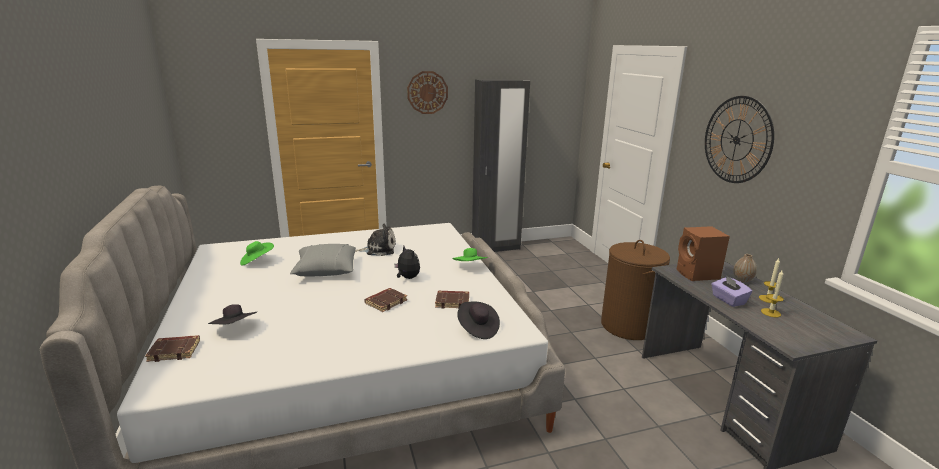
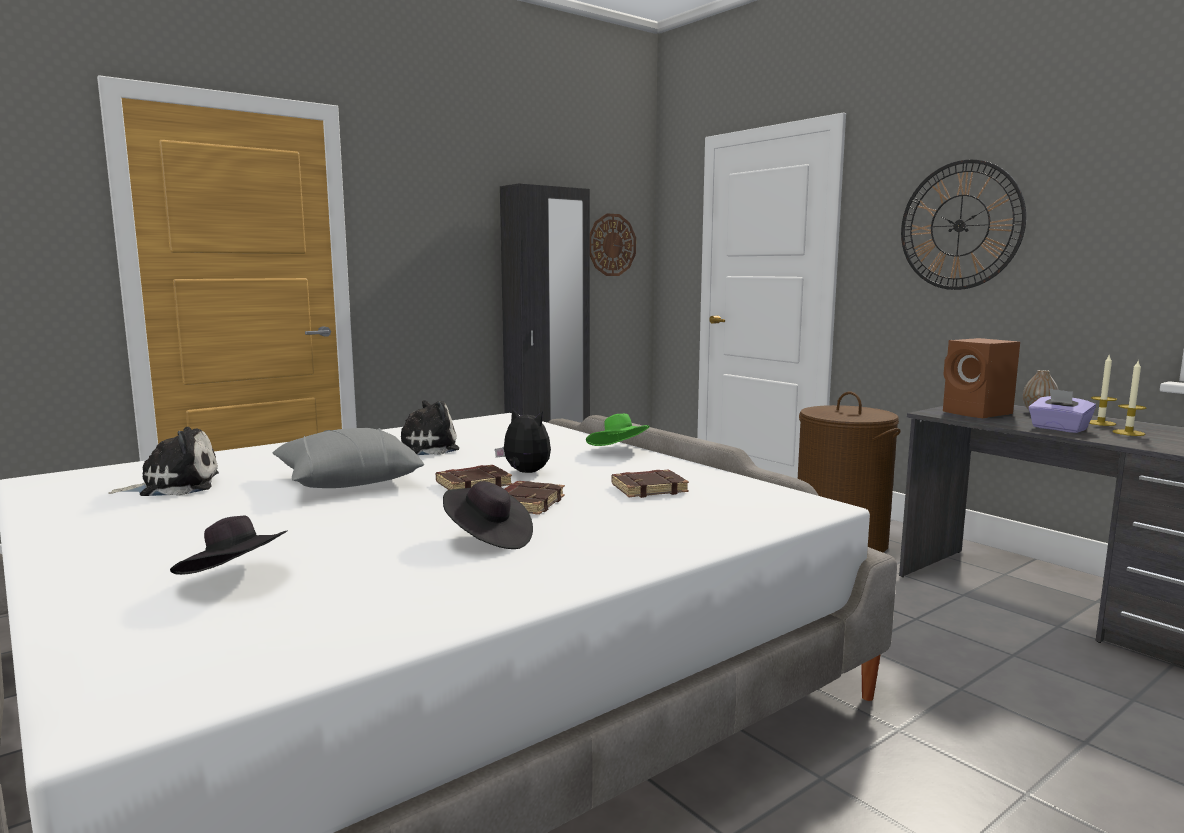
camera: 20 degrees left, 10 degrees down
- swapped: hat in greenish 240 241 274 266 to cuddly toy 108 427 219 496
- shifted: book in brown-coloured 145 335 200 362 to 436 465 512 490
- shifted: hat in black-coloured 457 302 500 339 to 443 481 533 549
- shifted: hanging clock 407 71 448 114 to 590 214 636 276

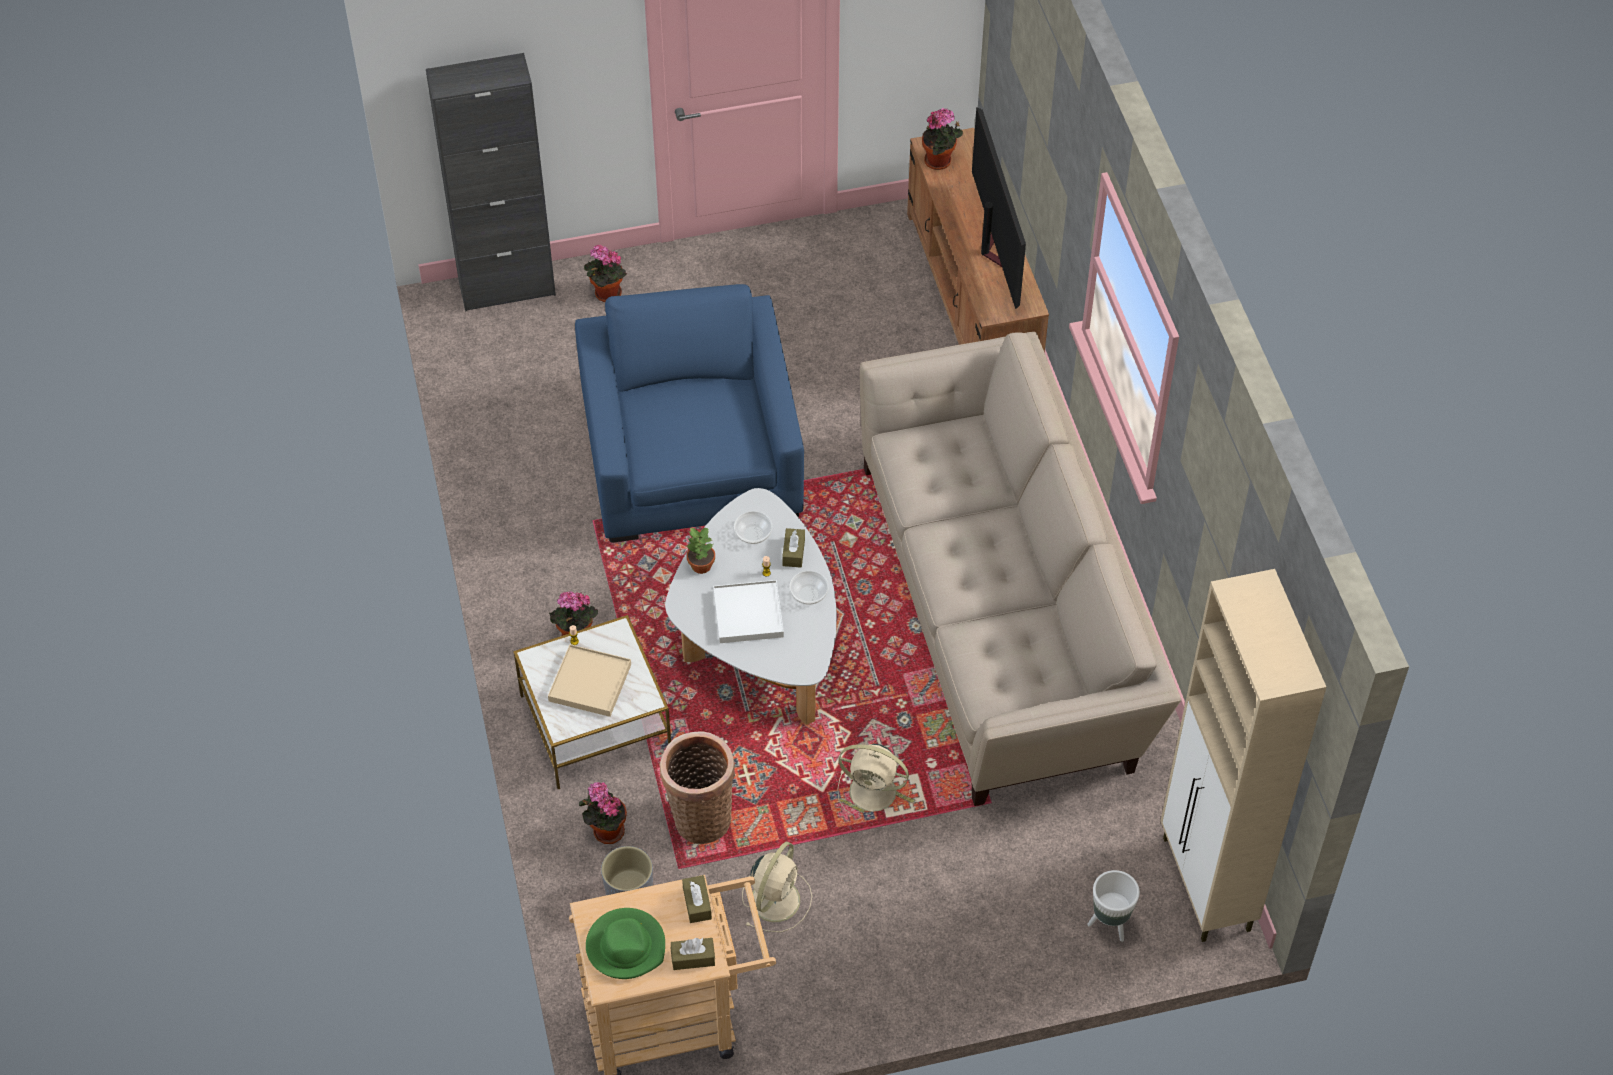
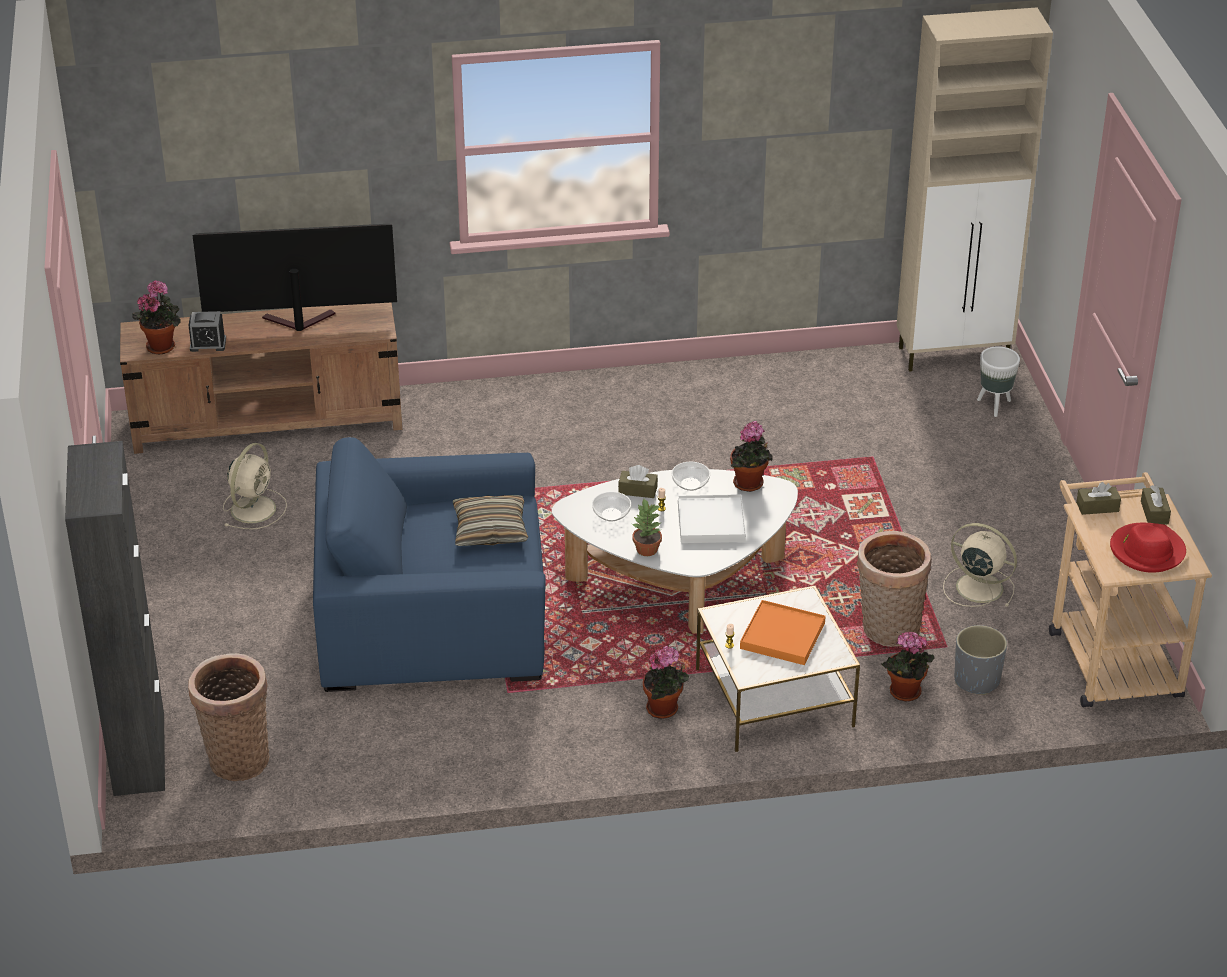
camera: 85 degrees left, 15 degrees down
- new: alarm clock 188 311 226 352
- new: household basket 188 653 270 781
- shifted: electric fan in beige-coloured 837 744 910 814 to 223 443 287 529
- new: cushion 453 495 528 546
- shifted: houseplant 584 244 627 302 to 730 421 773 492
- repainted: carrying tray in beige-coloured 548 644 631 717 to carrying tray in orange-coloured 740 600 826 665
- repainted: hat in greenish 586 908 665 979 to hat in reddish 1110 523 1186 573
- gone: settee in beige-coloured 860 332 1181 806

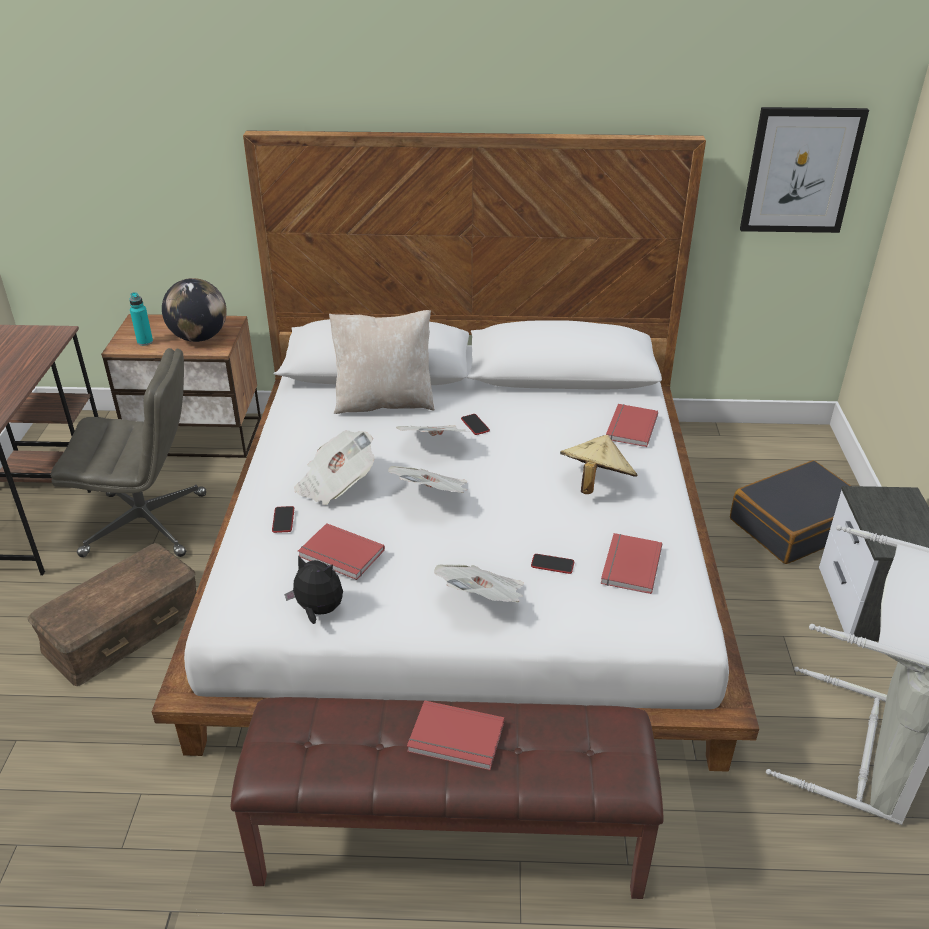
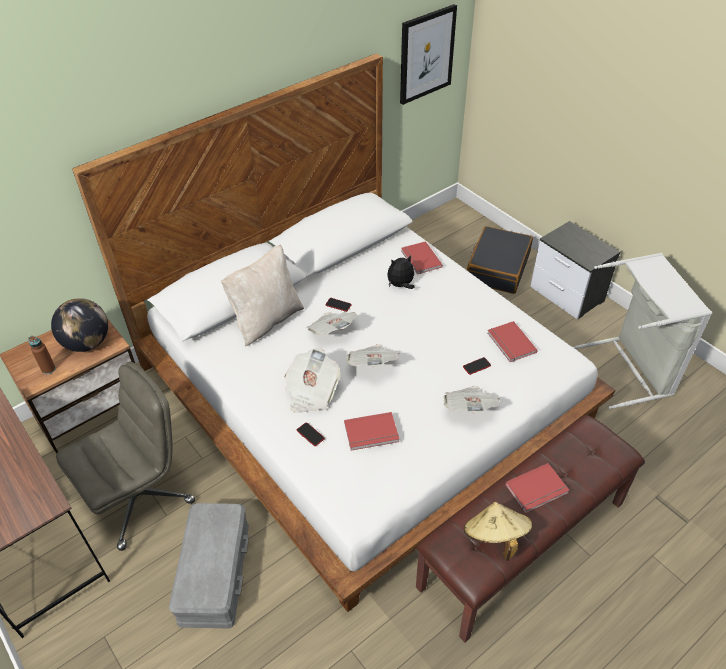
camera: 40 degrees left, 10 degrees up
- repainted: beverage bottle in turquoise-coloured 129 292 153 346 to beverage bottle in brown-coloured 28 336 56 374
- repainted: storage box in brown-coloured 28 543 196 686 to storage box in grey 169 503 249 628
- shifted: cuddly toy 284 555 343 624 to 387 255 415 289
- shifted: hat in beige-coloured 560 435 637 494 to 464 502 532 561

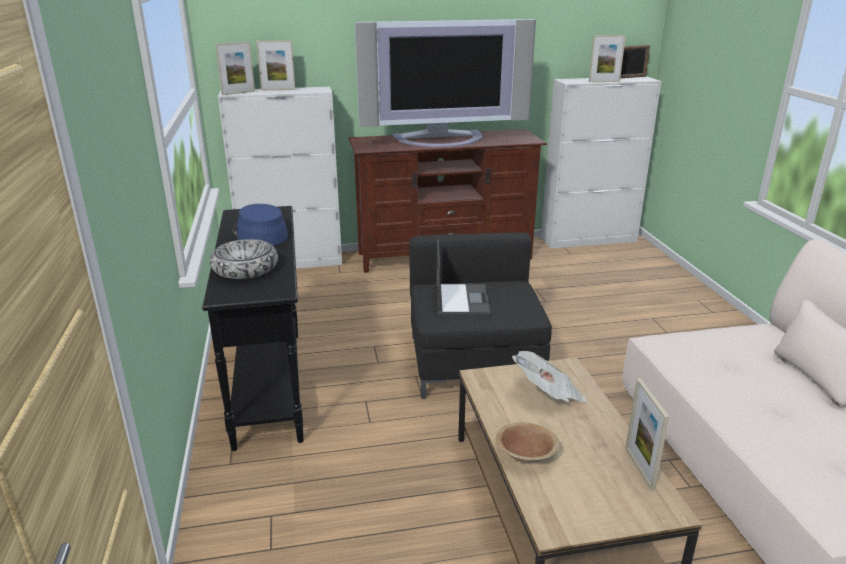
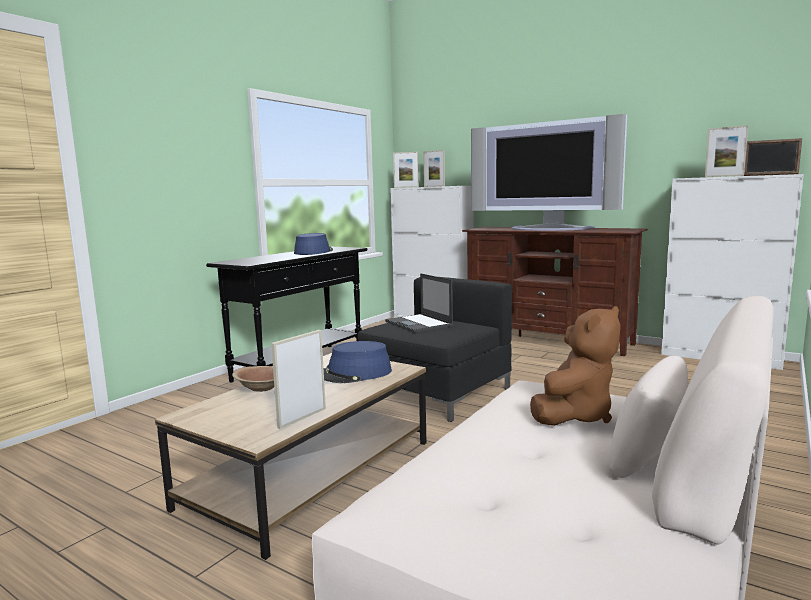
camera: 45 degrees right, 15 degrees down
- swapped: newspaper 512 351 587 402 to hat in bluish 324 341 392 383
- rotated: notebook computer 436 240 491 316 = 385 273 453 333 105 degrees clockwise
- new: cuddly toy in brown-coloured 530 306 621 426
- gone: deep dish 210 239 278 279

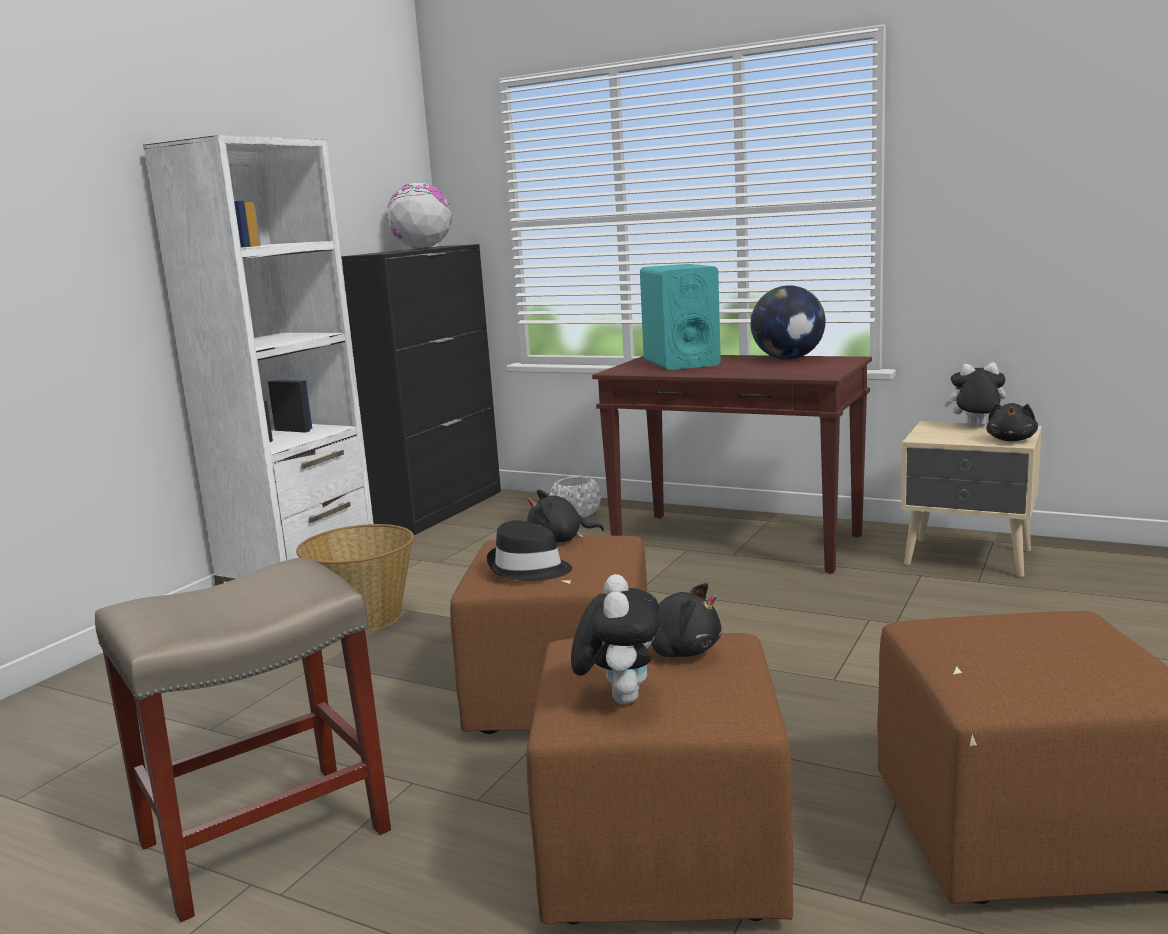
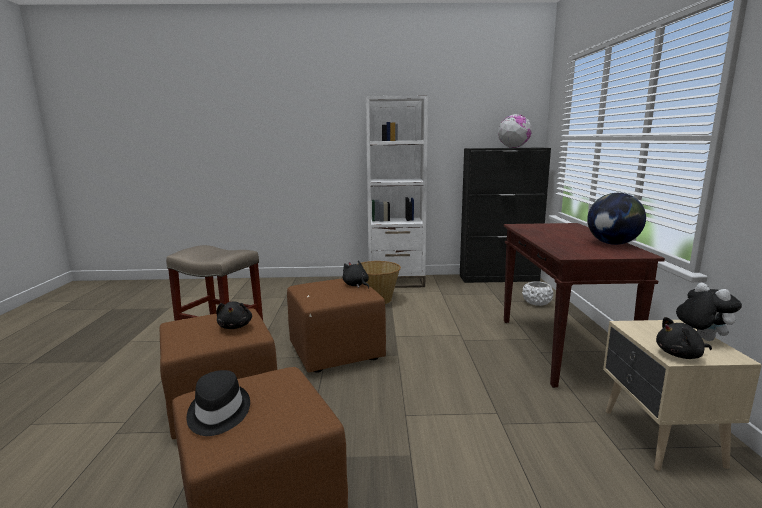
camera: 60 degrees right, 0 degrees up
- shifted: hat in black-coloured 487 520 572 581 to 187 370 250 436
- gone: cuddly toy 571 574 660 704
- gone: loudspeaker in turquoise-coloured 640 264 721 370

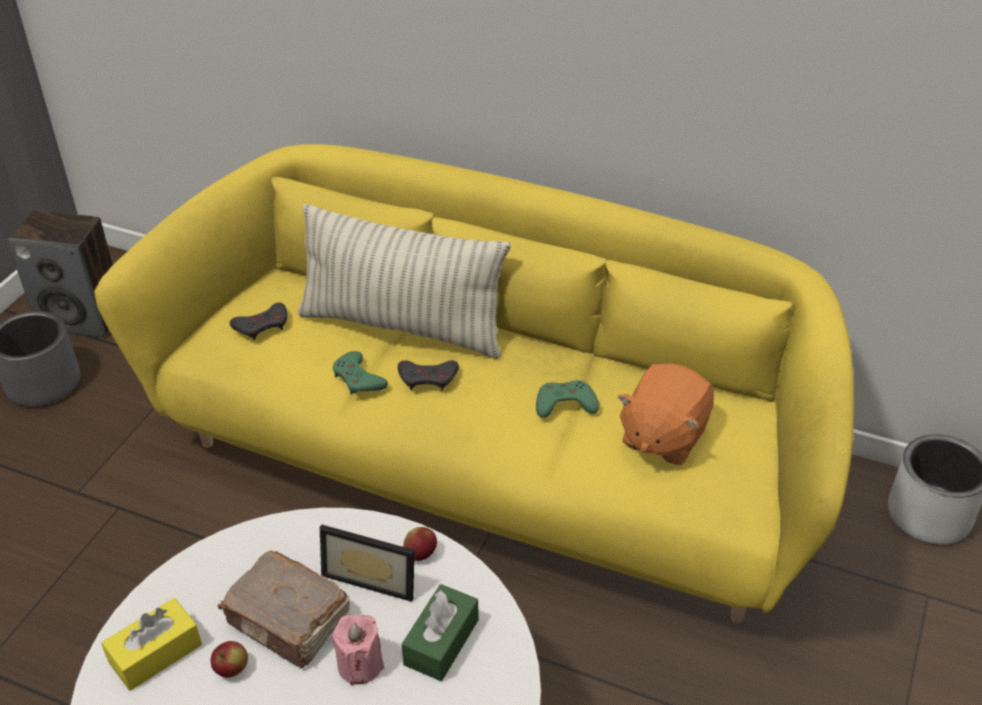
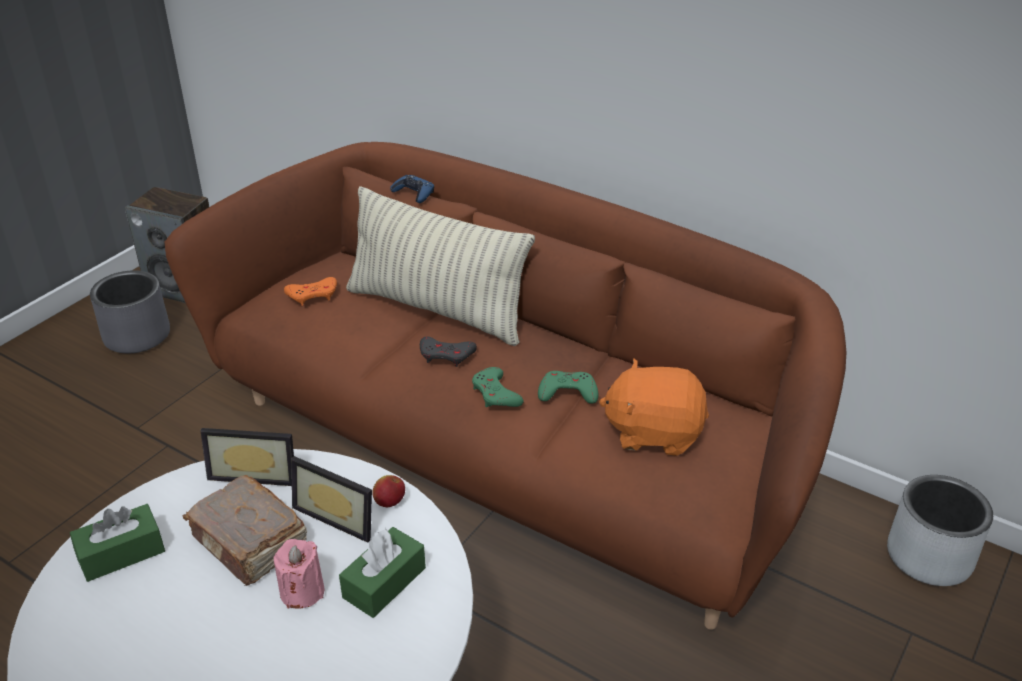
camera: 10 degrees right, 5 degrees down
- repainted: box of tissues in yellow 101 598 202 691 to box of tissues in greenish 70 504 165 582
- repainted: settee in yellow 94 144 854 623 to settee in brown-coloured 165 142 846 630
- new: photo frame 200 428 294 486
- repainted: gamepad in grey 230 302 287 340 to gamepad in orange-coloured 284 277 337 306
- new: gamepad in bluish 390 175 434 203
- shifted: gamepad in greenish 333 351 388 395 to 472 367 524 407
- rotated: cuddly toy in orange-coloured 618 364 714 465 = 599 358 709 456 60 degrees clockwise
- gone: whole apple 211 641 248 678

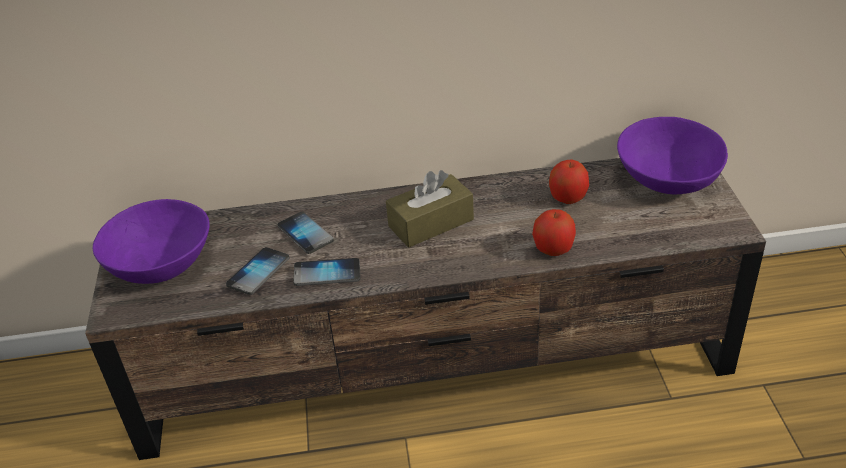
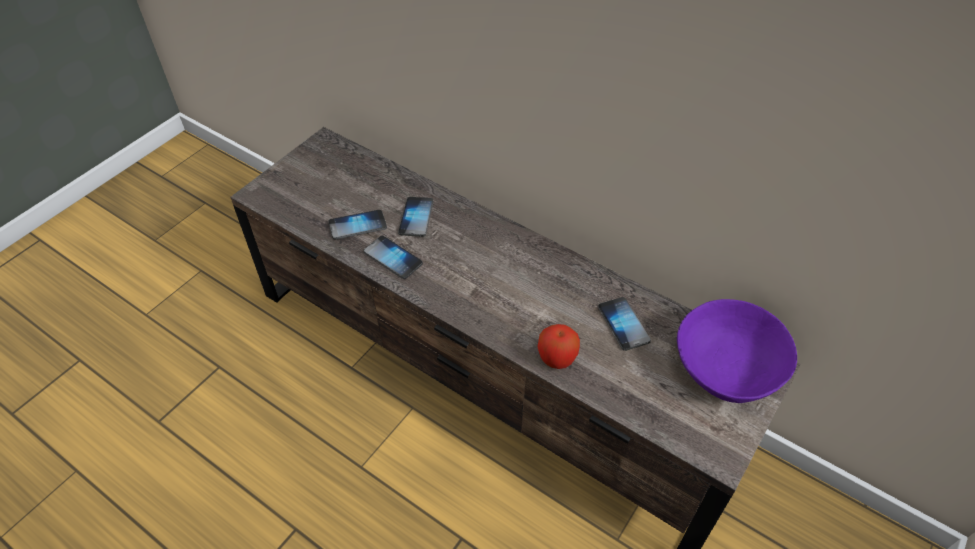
camera: 40 degrees right, 10 degrees up
- swapped: whole apple 549 159 589 204 to telephone 598 297 651 351
- gone: deep dish in purple 93 199 210 284
- gone: box of tissues in brown-coloured 386 170 474 248

